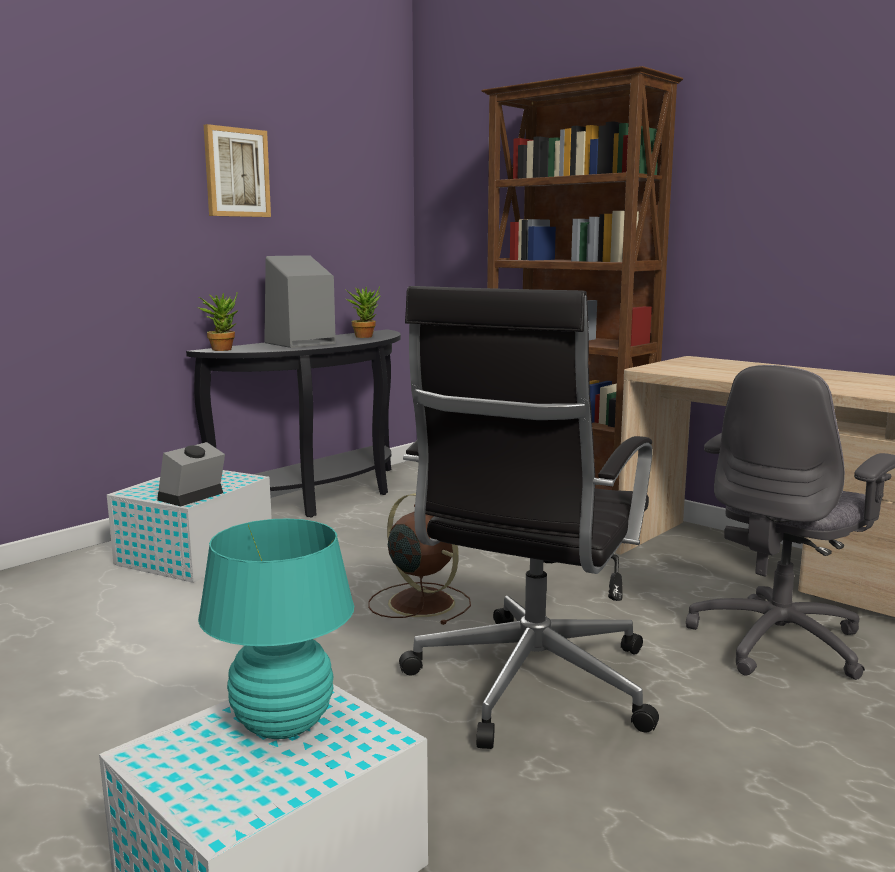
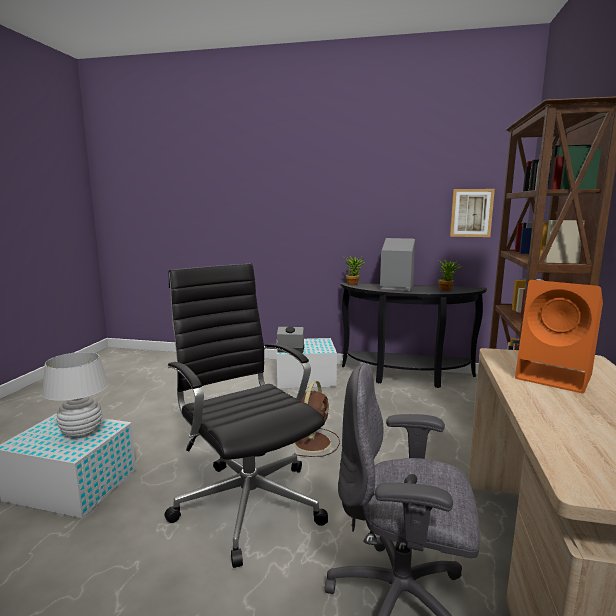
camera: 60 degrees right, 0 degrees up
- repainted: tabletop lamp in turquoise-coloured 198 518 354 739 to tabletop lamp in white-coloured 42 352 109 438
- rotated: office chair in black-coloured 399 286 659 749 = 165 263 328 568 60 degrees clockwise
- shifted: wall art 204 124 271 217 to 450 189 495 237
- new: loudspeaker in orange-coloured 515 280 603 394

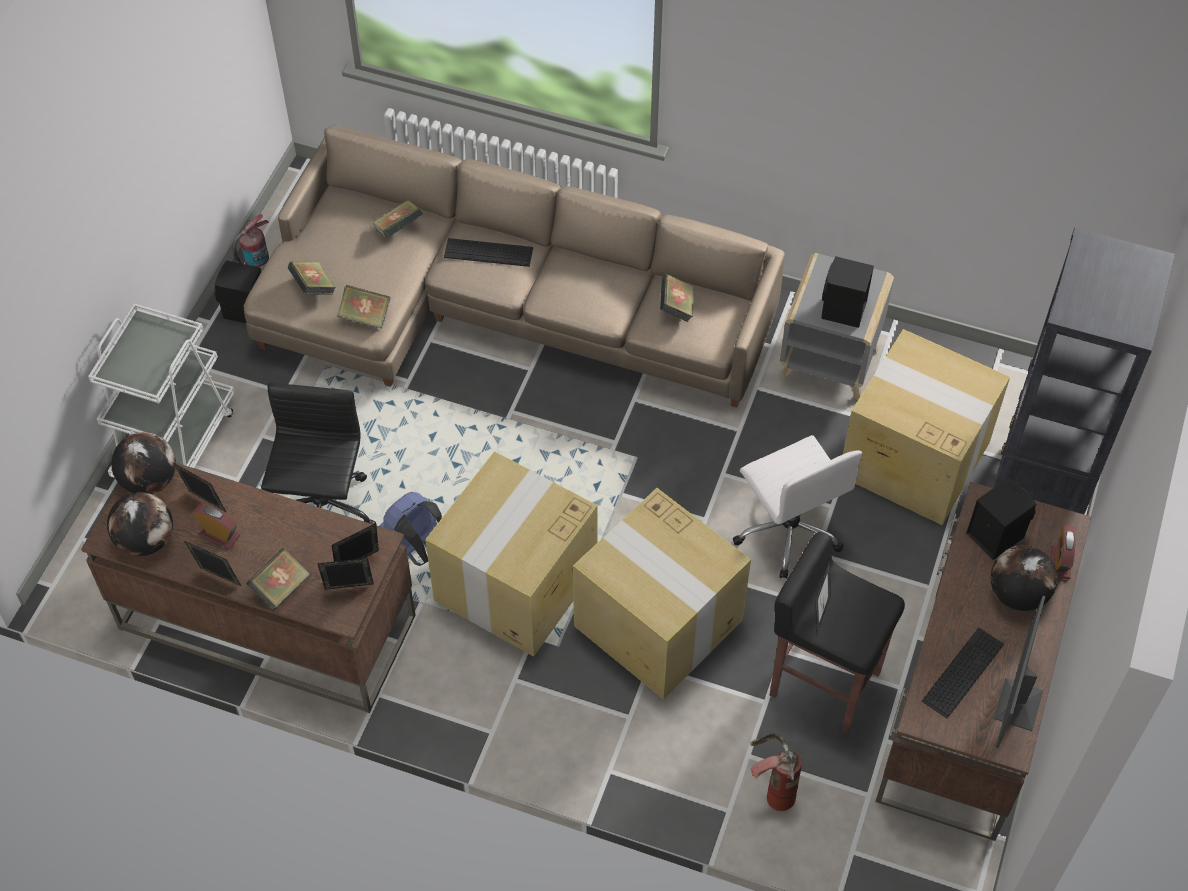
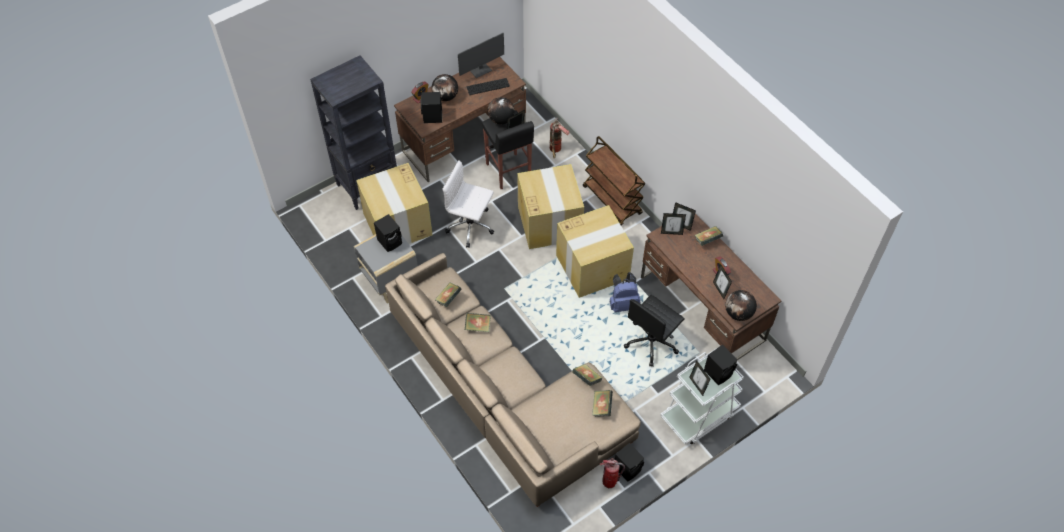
camera: 145 degrees left, 0 degrees up
- rotated: office chair in white-coloured 733 435 863 578 = 442 160 494 248 75 degrees counterclockwise
- shifted: book 372 200 423 238 to 465 313 491 332
- shifted: world globe 107 492 173 556 to 488 97 514 125
- new: trolley in brown-coloured 583 136 645 226
- shifted: photo frame 184 541 241 586 to 689 361 711 396
- new: loudspeaker in black-coloured 704 344 737 385
- gone: computer keyboard 444 238 533 267

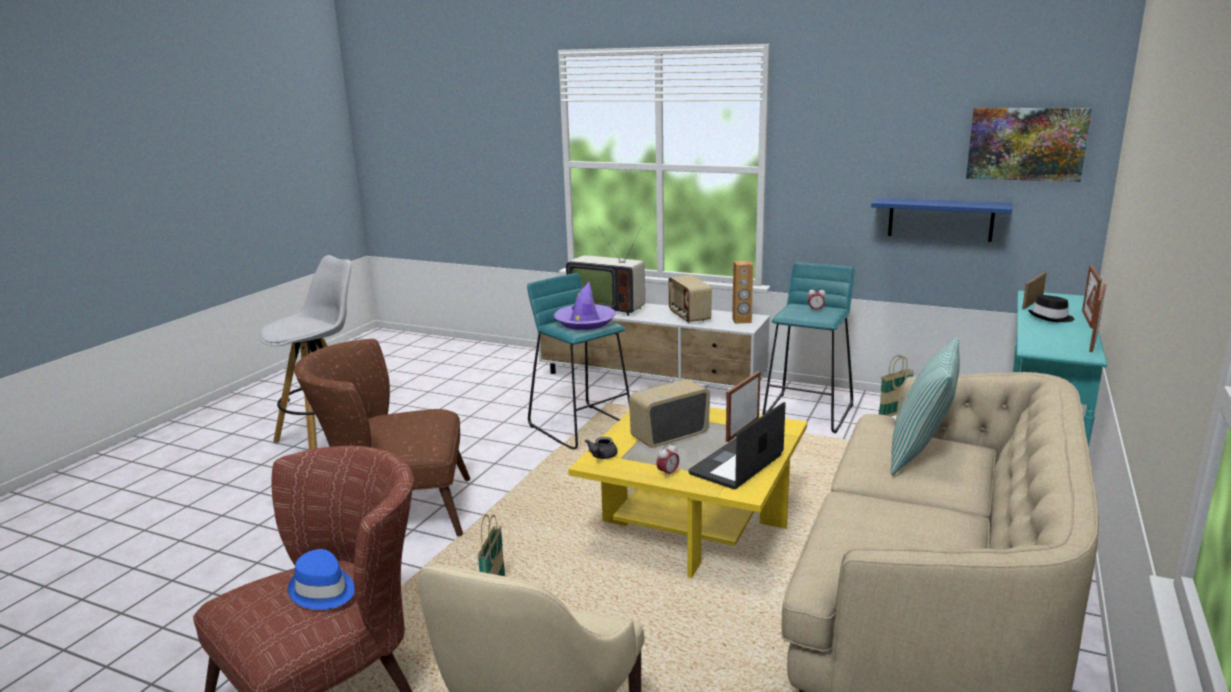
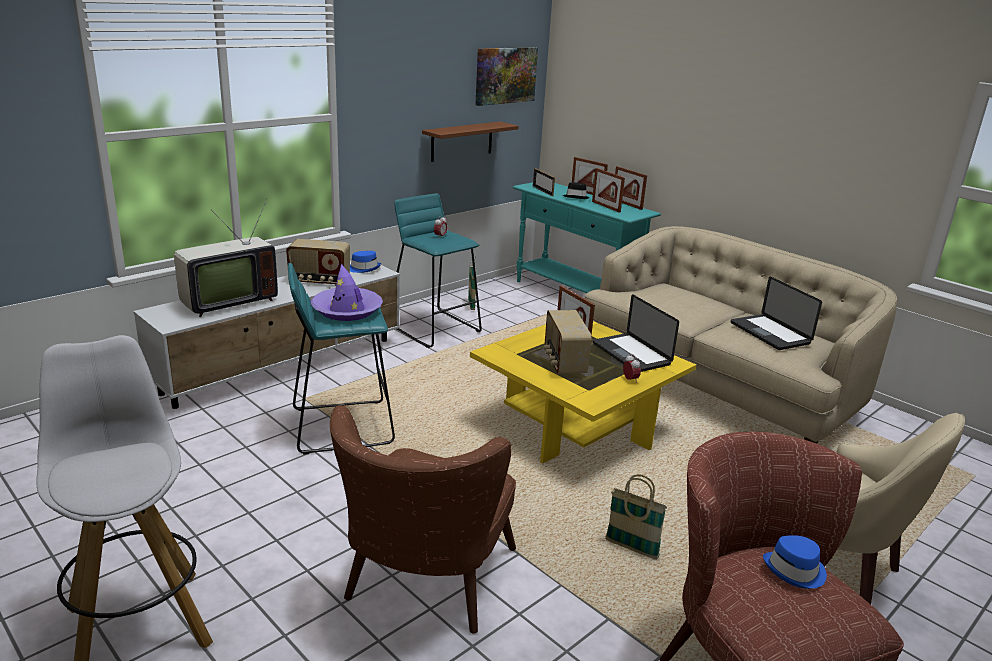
camera: 70 degrees left, 5 degrees up
- swapped: loudspeaker in brown-coloured 732 260 753 324 to hat in bluish 350 251 381 273
- repainted: wall shelf in bluish 871 197 1013 242 to wall shelf in brown-coloured 422 122 519 162
- new: photo frame 592 168 625 213
- new: notebook computer 731 277 822 350
- gone: tea pot in grey 585 437 618 459
- gone: cushion 891 338 960 475

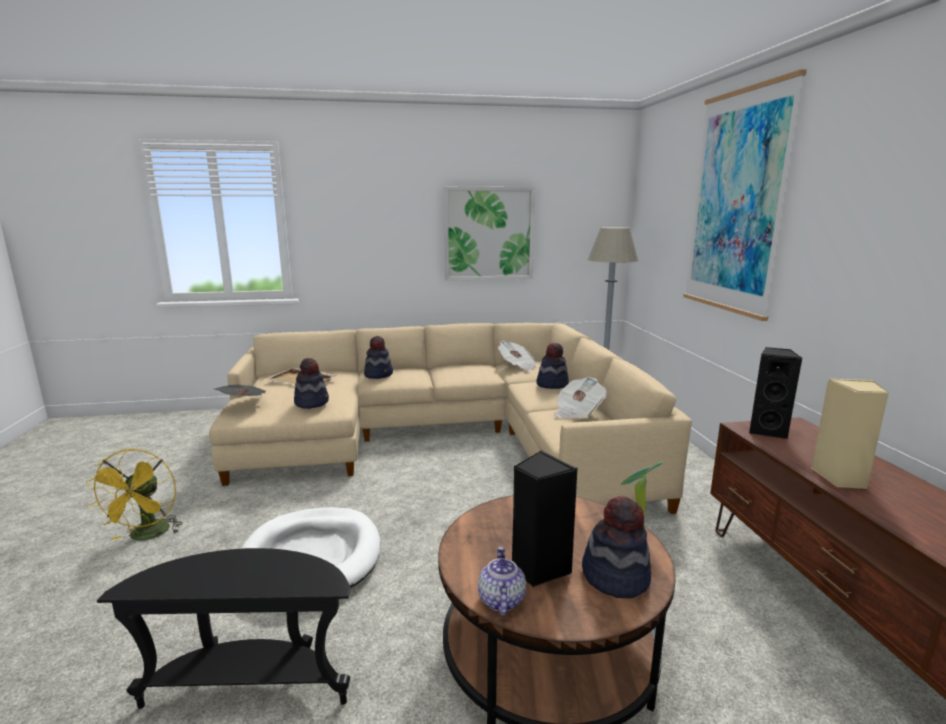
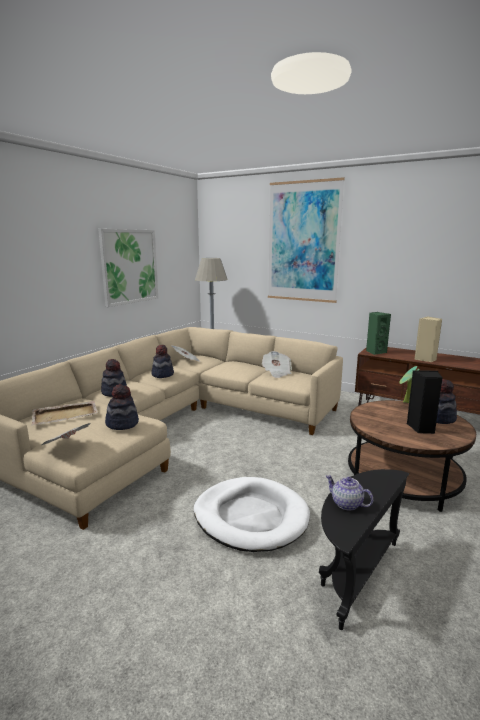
camera: 50 degrees left, 0 degrees up
- shifted: hat 536 343 569 389 to 151 345 174 378
- shifted: tea pot 478 547 526 616 to 326 475 373 511
- repainted: loudspeaker in black-coloured 749 347 803 439 to loudspeaker in greenish 366 312 391 355
- gone: electric fan in yellow 86 448 183 541

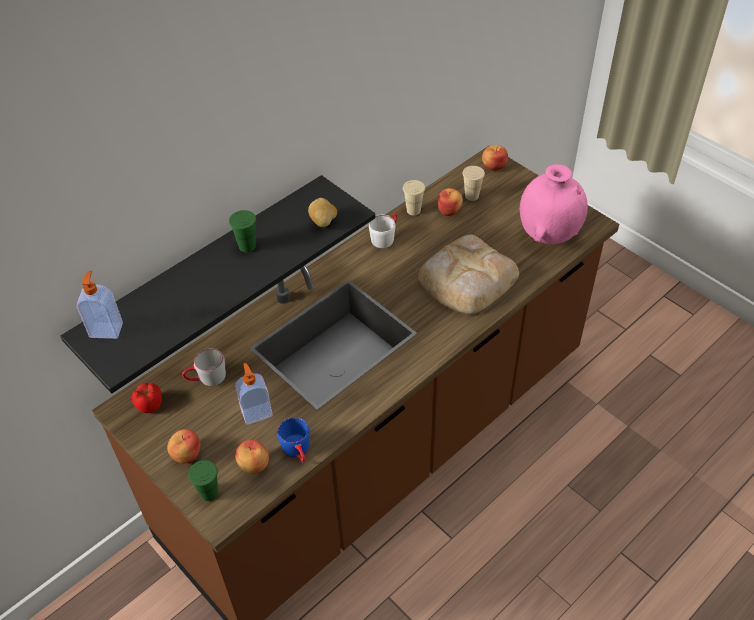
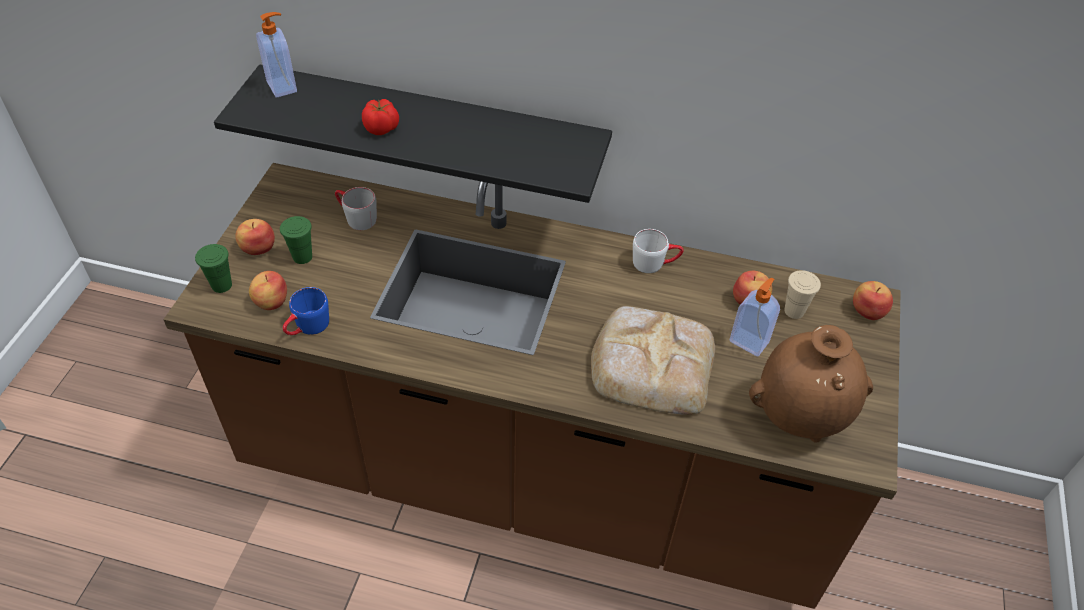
camera: 55 degrees right, 0 degrees up
- shifted: small cup in greenish 229 210 256 252 to 280 216 312 264
- shifted: whole tomato 132 383 162 413 to 362 99 399 135
- shifted: liquid soap bottle 235 363 273 425 to 729 278 780 356
- repainted: flower vase in pink-coloured 520 164 588 244 to flower vase in brown-coloured 749 325 873 443
- gone: potato 308 198 337 227
- gone: small cup in beige-coloured 403 180 425 215

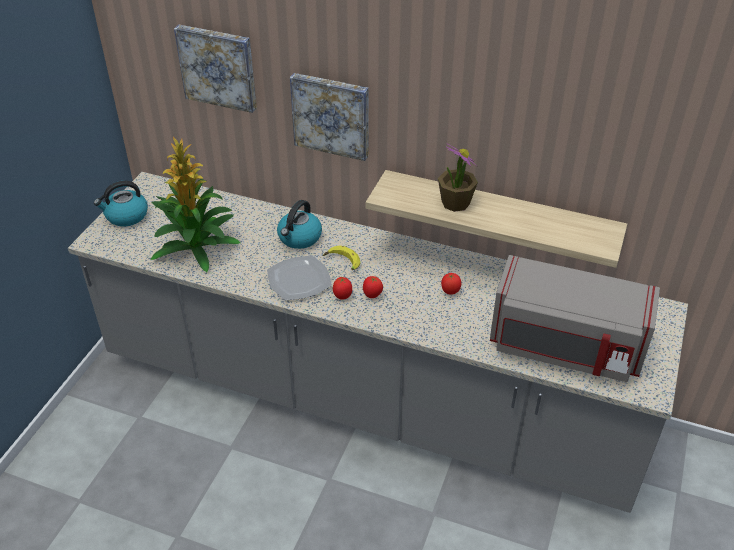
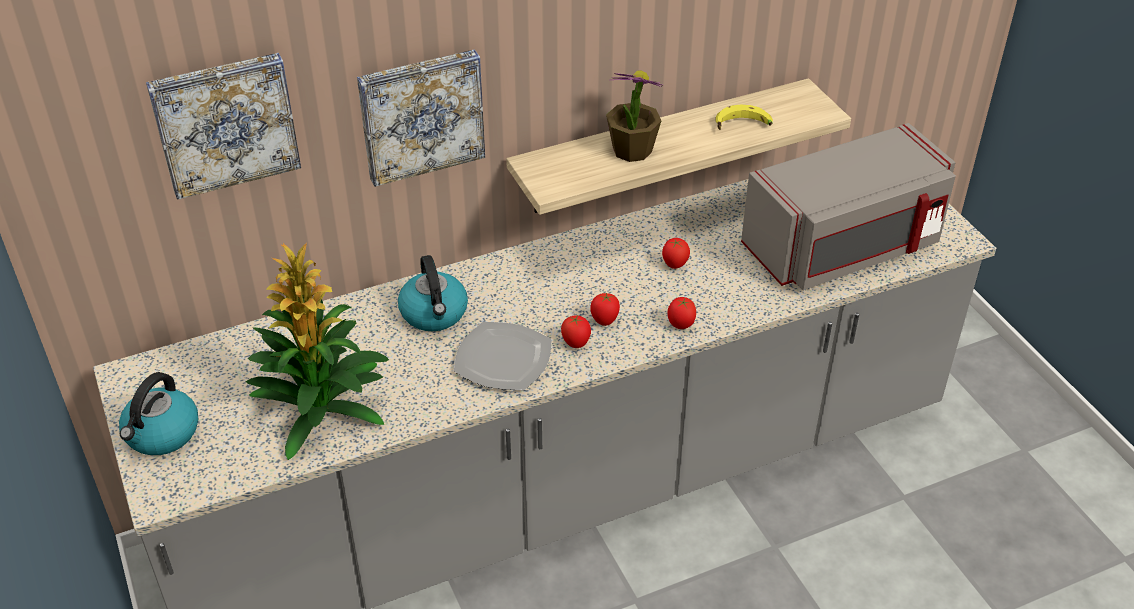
camera: 45 degrees left, 0 degrees up
- new: whole tomato 667 297 696 329
- shifted: banana fruit 323 246 360 270 to 715 105 773 130

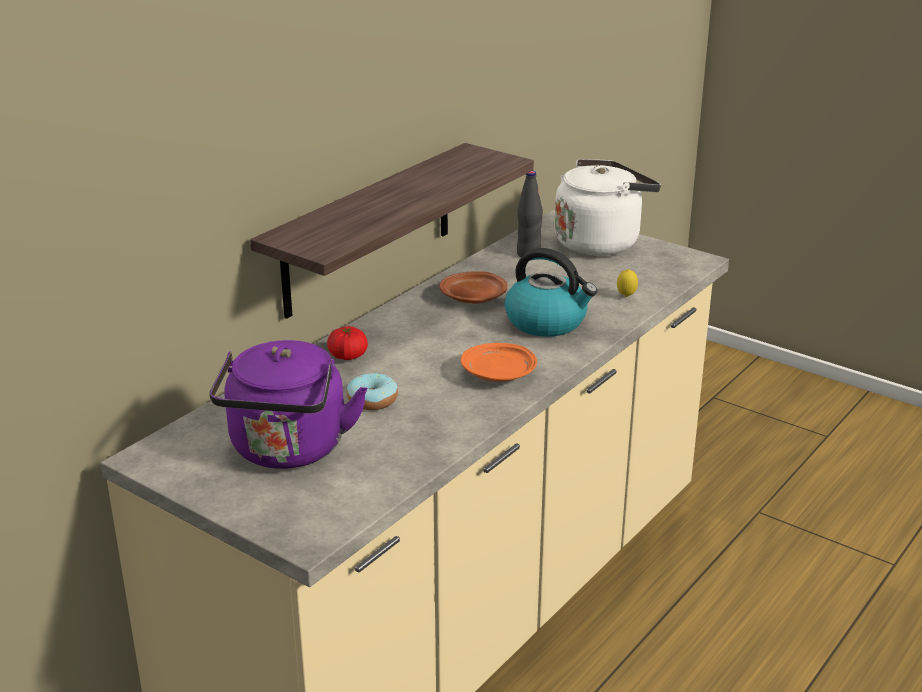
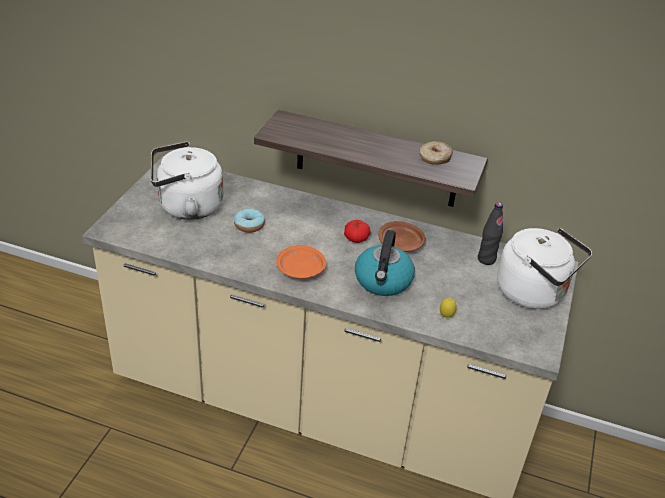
camera: 70 degrees right, 10 degrees up
- repainted: tea kettle in purple 209 340 368 469 to tea kettle in white-coloured 151 141 223 220
- shifted: whole tomato 327 326 368 360 to 344 220 371 243
- new: donut 419 141 453 165

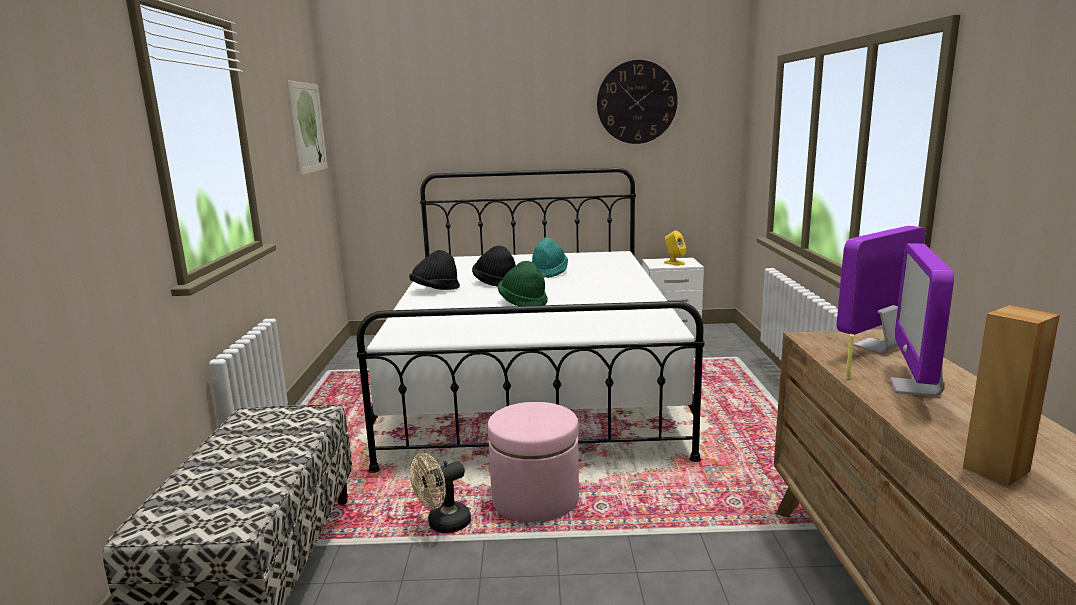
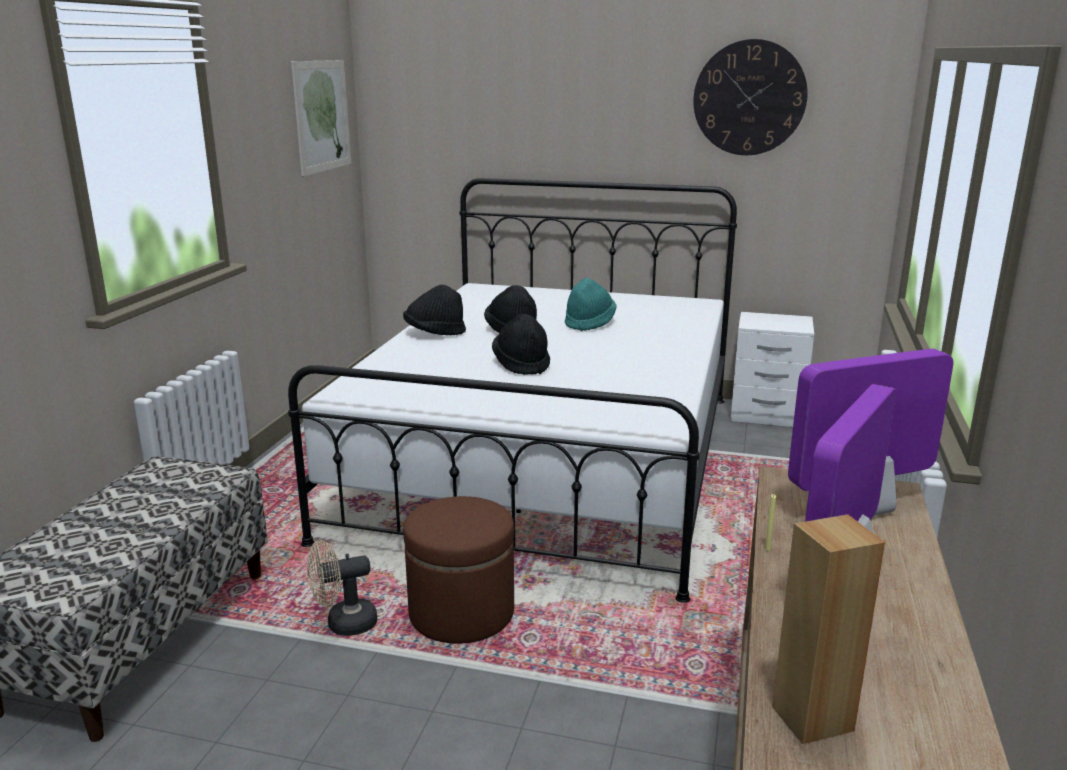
camera: 15 degrees right, 5 degrees up
- repainted: pouffe in pink-coloured 487 402 579 522 to pouffe in brown-coloured 403 496 514 644
- repainted: hat in greenish 498 261 548 306 to hat in black-coloured 492 314 550 375
- gone: loudspeaker in yellow 664 230 686 265

